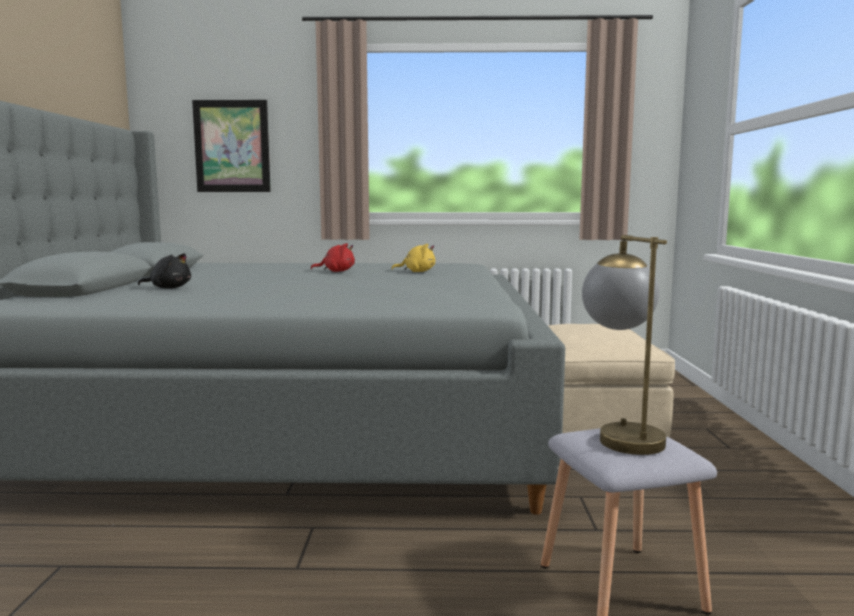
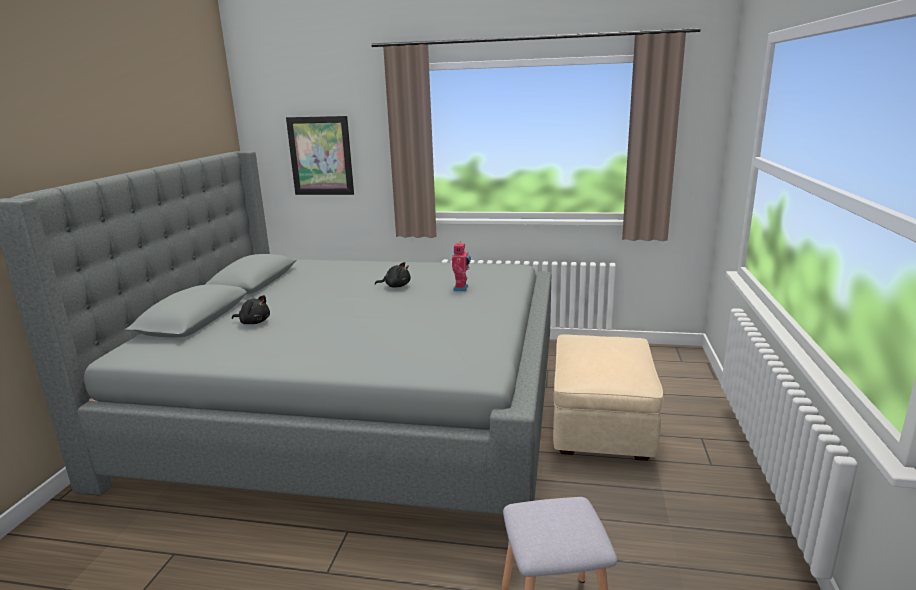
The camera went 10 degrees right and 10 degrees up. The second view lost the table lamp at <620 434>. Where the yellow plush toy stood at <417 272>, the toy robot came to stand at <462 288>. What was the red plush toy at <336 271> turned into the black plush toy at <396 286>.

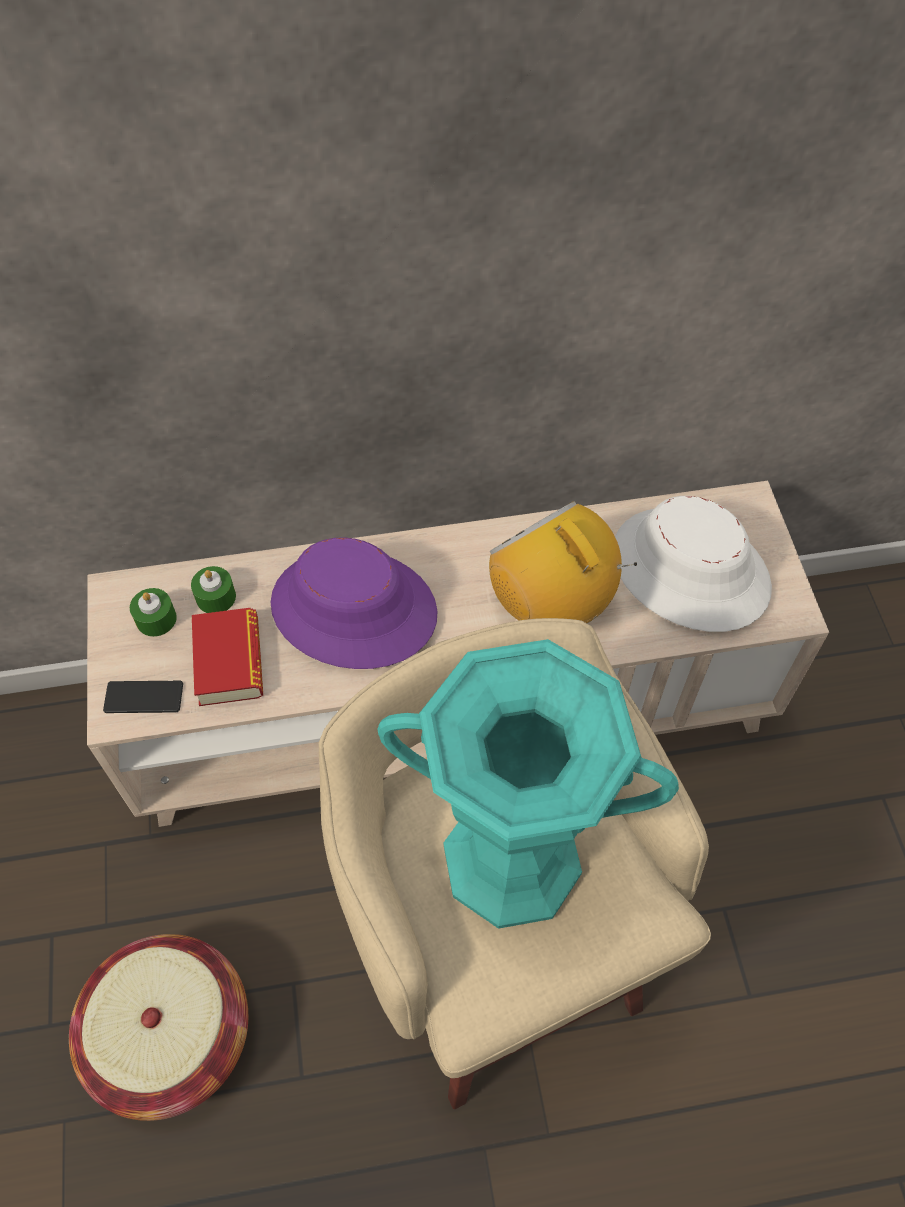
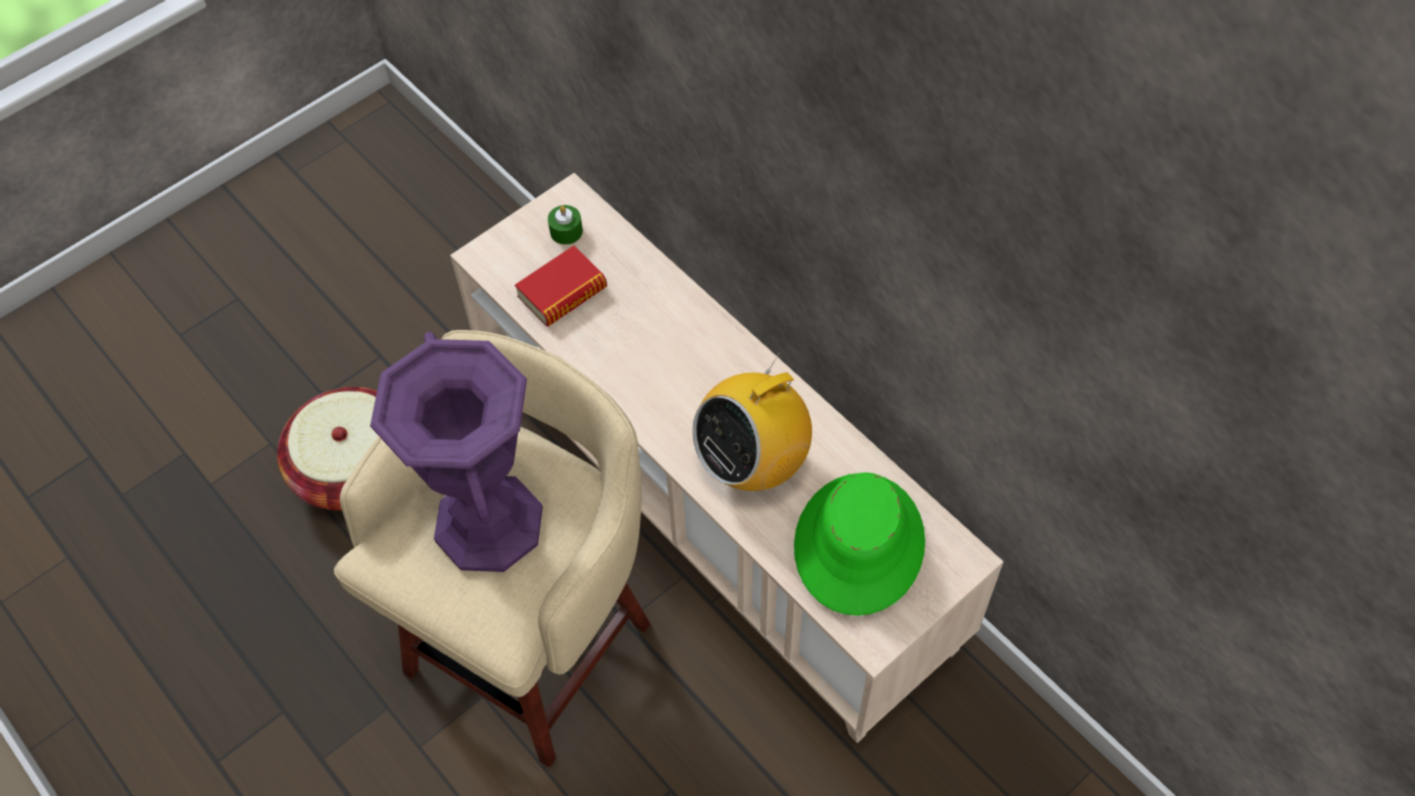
The camera went 60 degrees right and 0 degrees up. The second view lost the phone at <144 697>. The second view lost the green candle at <216 597>. The second view lost the purple hat at <353 610>. What was the turquoise vase at <512 859> turned into the purple vase at <489 524>. What was the white hat at <689 570> turned into the green hat at <858 544>. The radio at <550 604> ended up facing another way, 150 degrees counterclockwise from before.

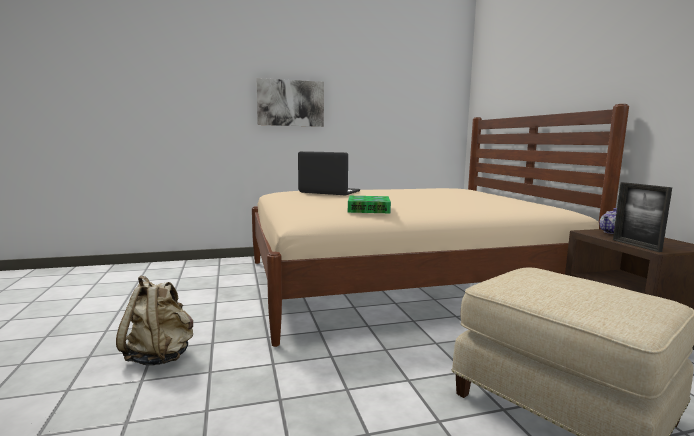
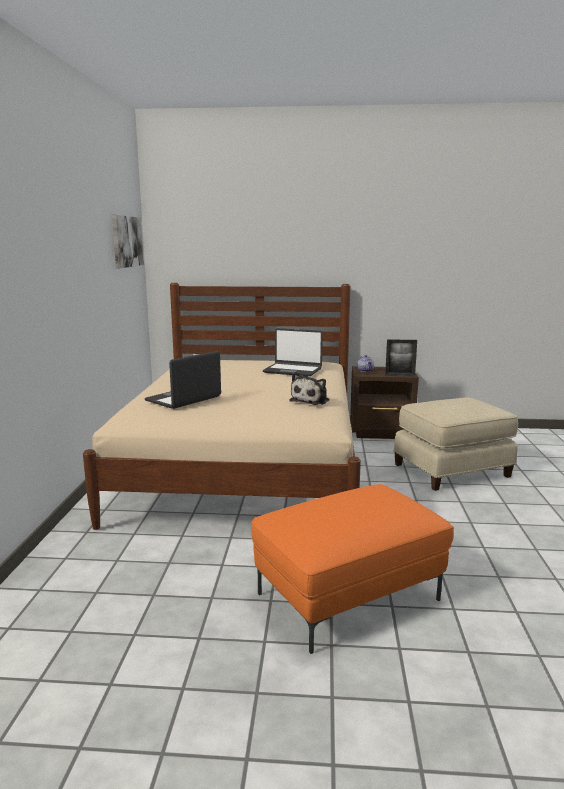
The camera went 70 degrees left and 5 degrees up. The second view gained the laptop at <292 370>. The picture ended up elsewhere, having gone from <290 103> to <126 241>. Where the beige backpack stood at <160 356>, the orange ottoman came to stand at <348 598>. Where the book stood at <368 209>, the plush toy came to stand at <311 400>.

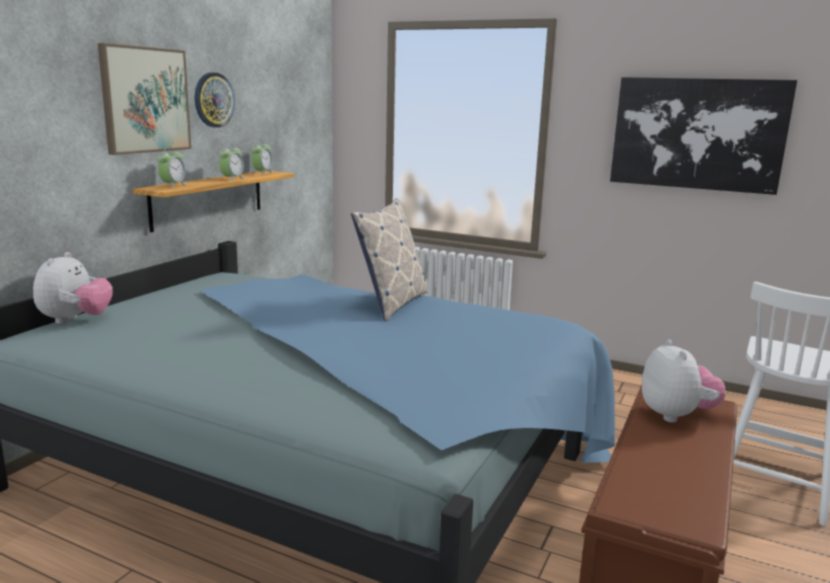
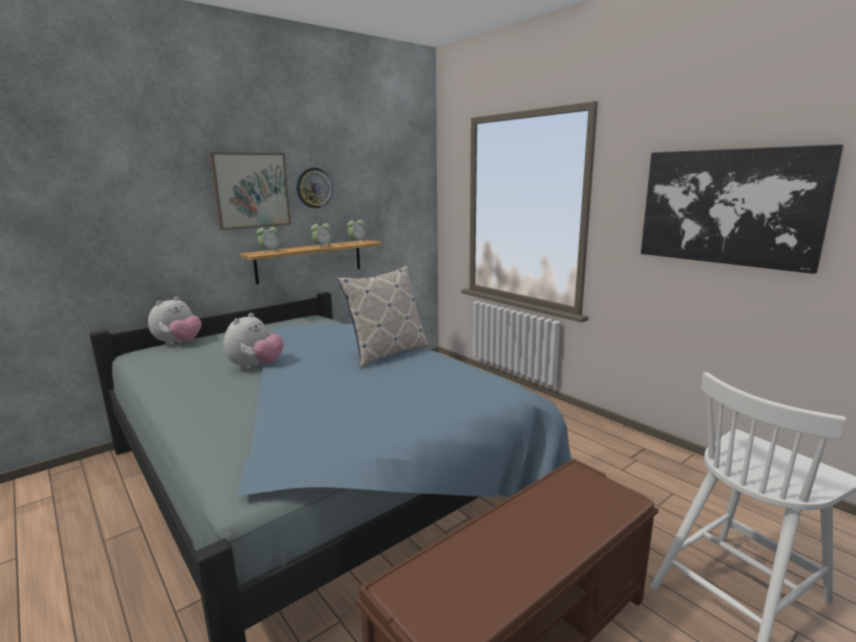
The camera went 25 degrees right and 0 degrees up. The plush toy ended up elsewhere, having gone from <676 415> to <256 367>.

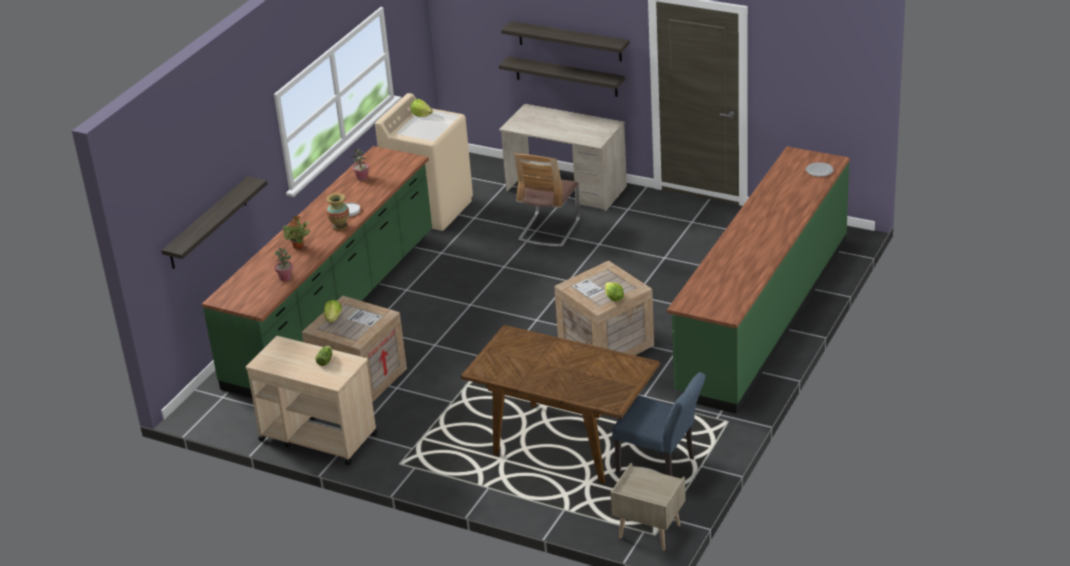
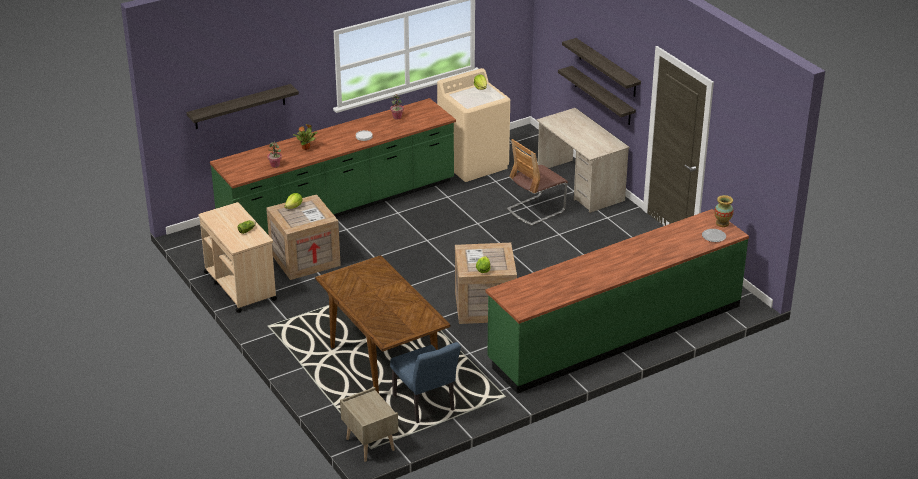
The camera went 30 degrees right and 0 degrees up. The vase ended up elsewhere, having gone from <340 226> to <722 223>.

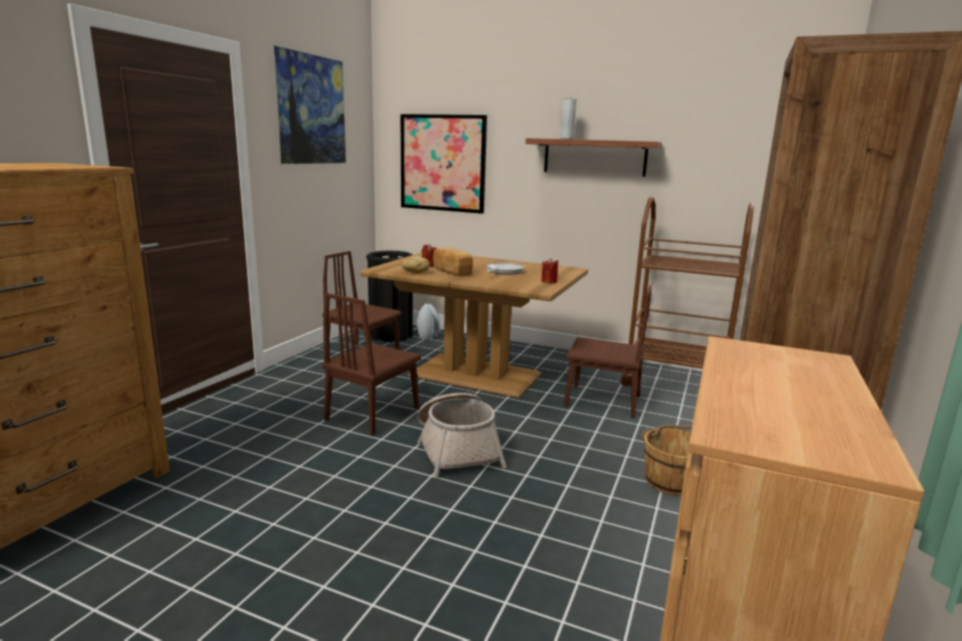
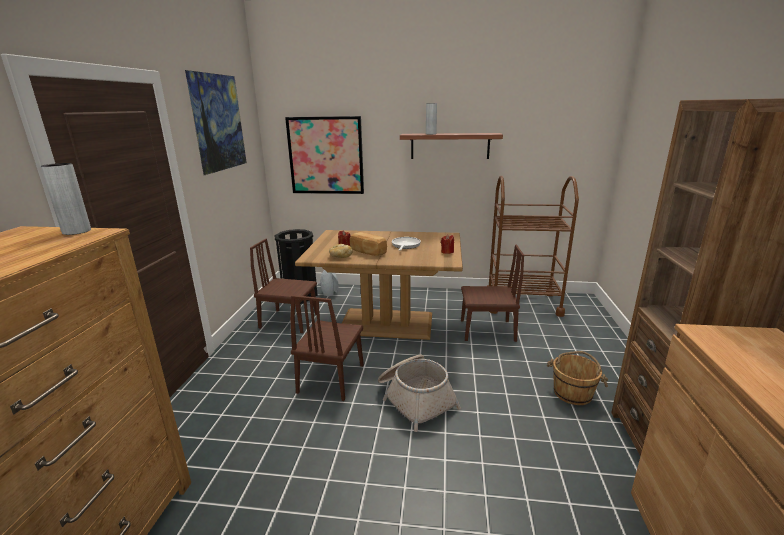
The camera went 15 degrees left and 5 degrees up. The second view gained the grey vase at <76 231>.

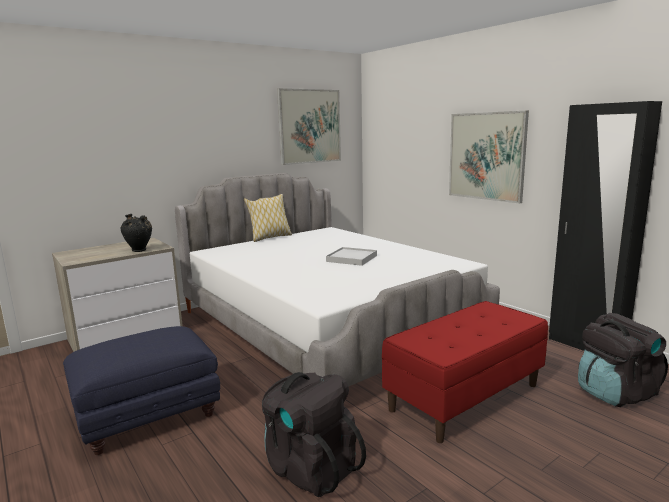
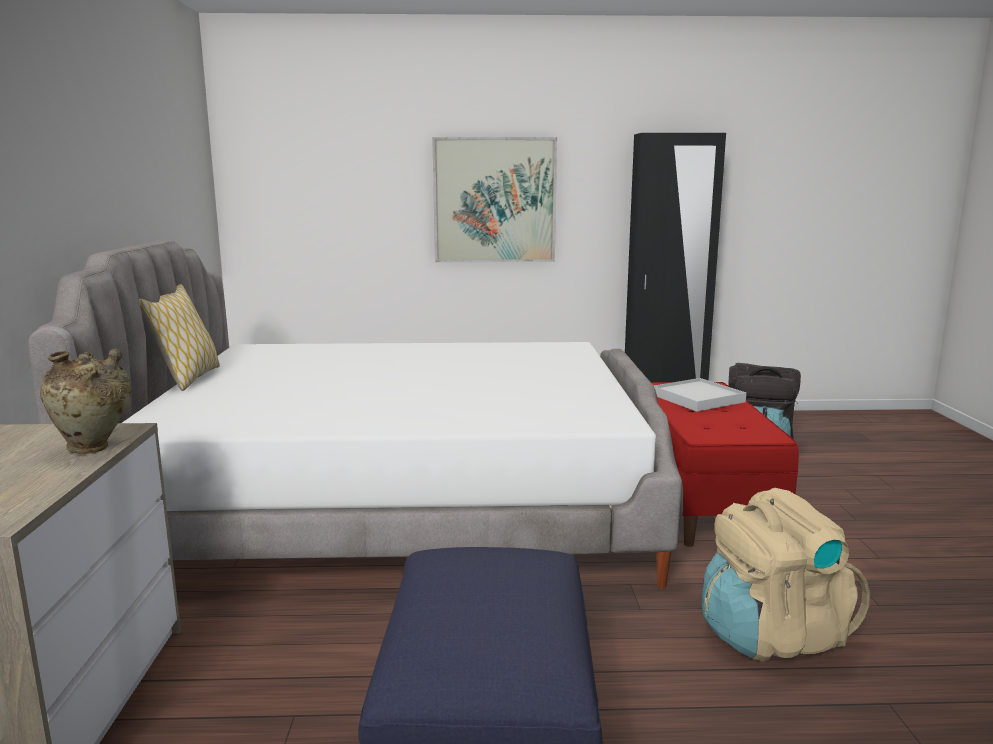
The camera went 55 degrees left and 0 degrees up. The second view lost the picture at <309 126>. The white tray ended up elsewhere, having gone from <351 258> to <698 398>. What was the black vase at <139 251> turned into the beige vase at <94 449>. What was the black backpack at <310 467> turned into the beige backpack at <772 635>.

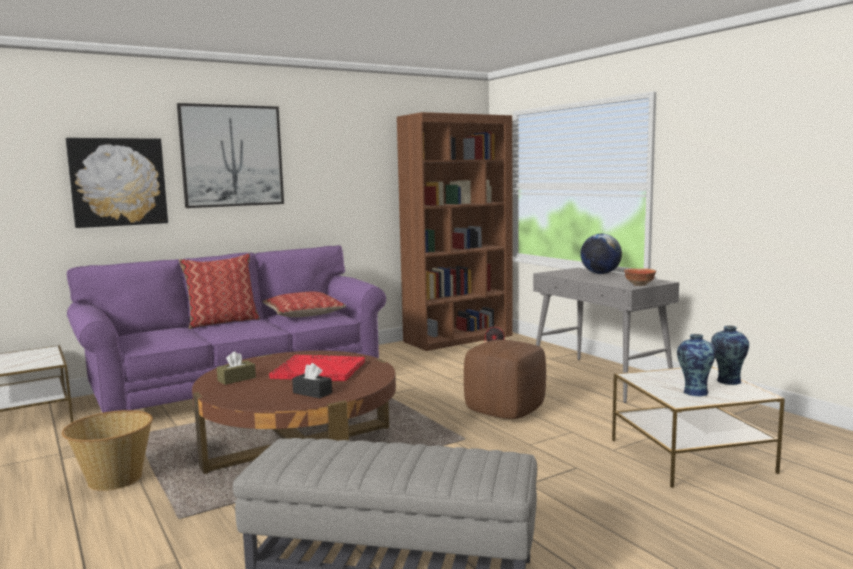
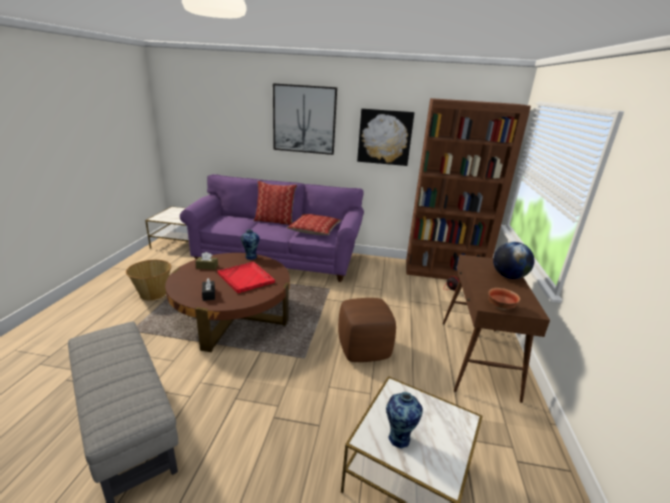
The camera went 40 degrees right and 15 degrees up. The picture ended up elsewhere, having gone from <118 182> to <384 137>. The vase ended up elsewhere, having gone from <727 381> to <250 257>. What was the grey console table at <600 379> turned into the brown console table at <477 358>.

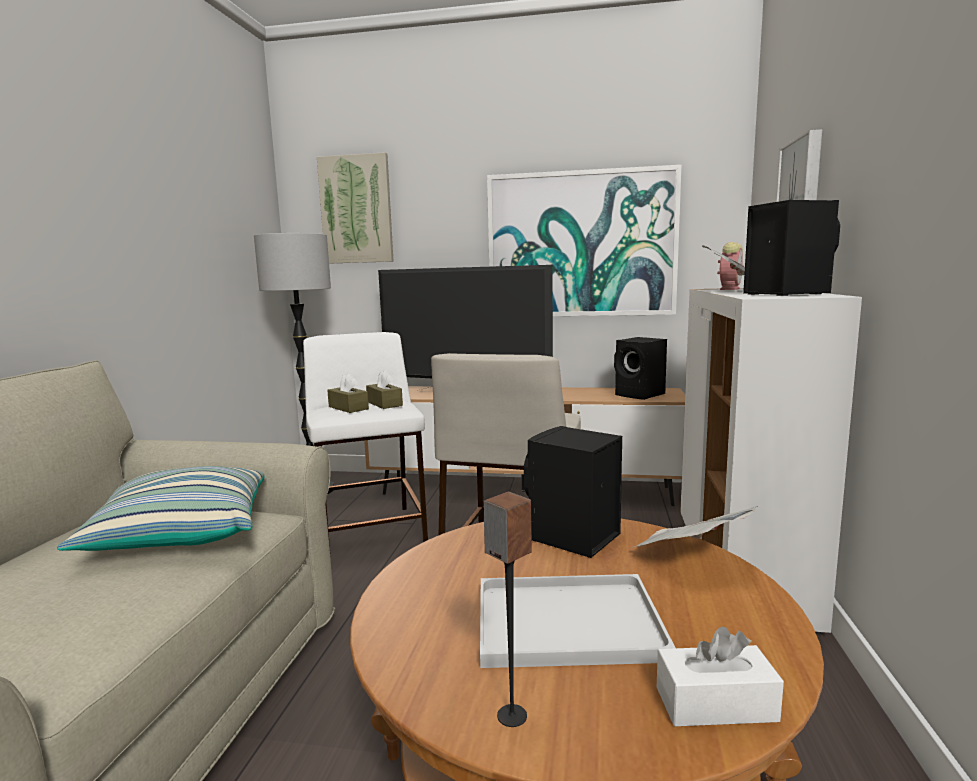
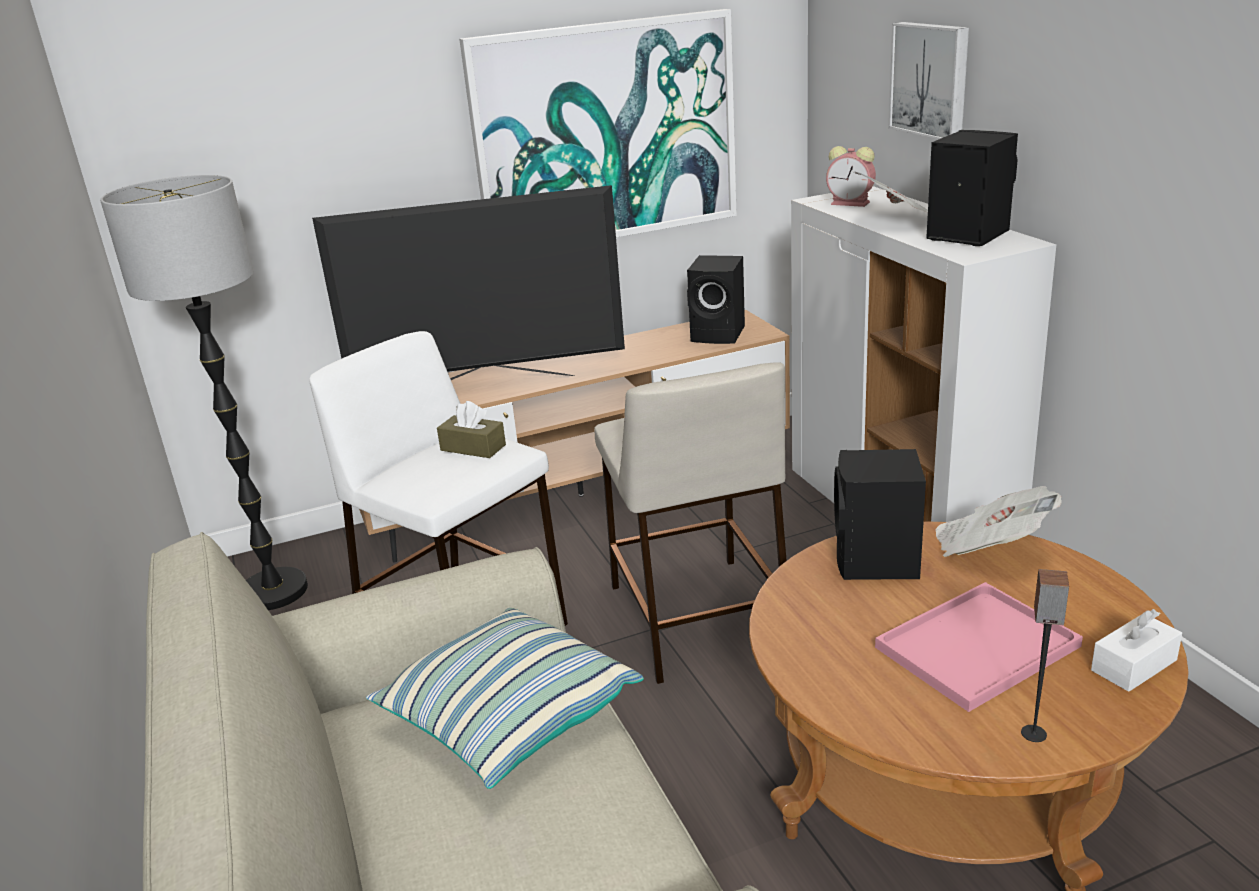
The camera went 30 degrees left and 15 degrees up. The second view lost the picture at <356 210>. The second view lost the brown tissue box at <348 408>. What was the white tray at <571 620> turned into the pink tray at <978 644>. The alarm clock at <729 289> ended up facing another way, 120 degrees clockwise from before.

